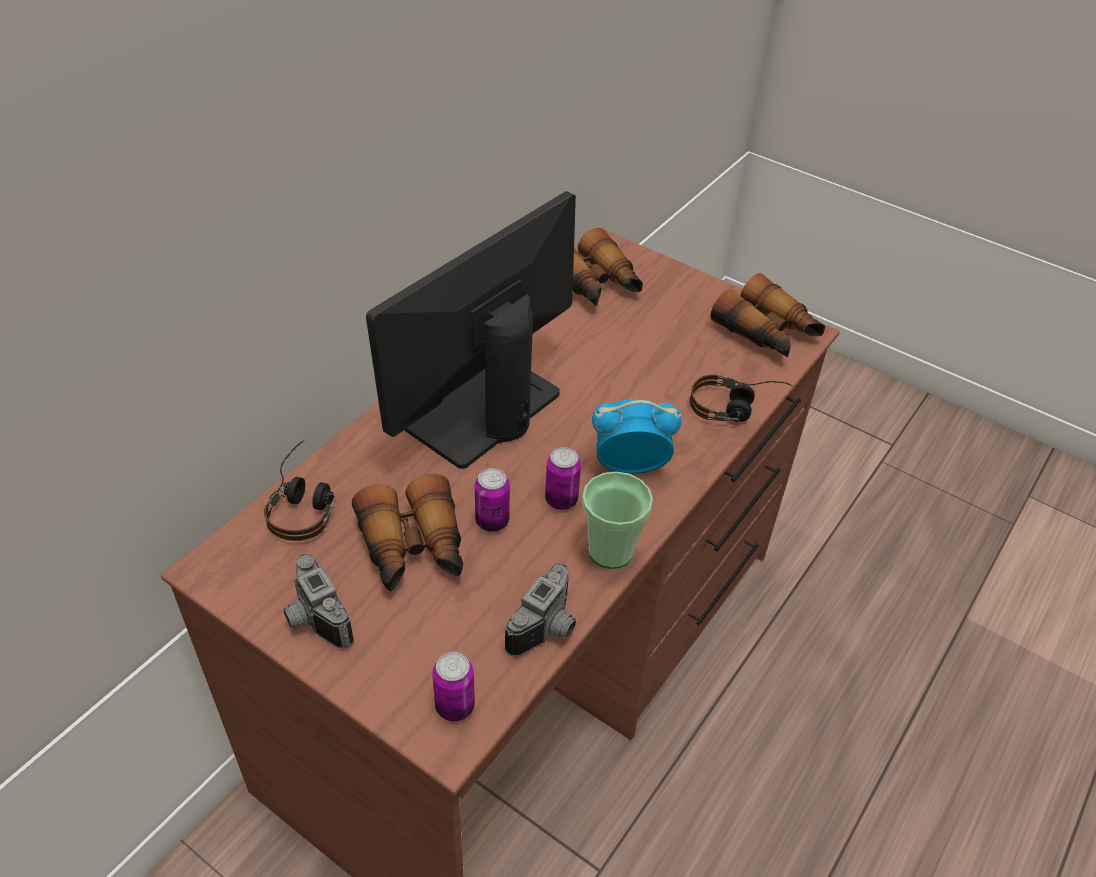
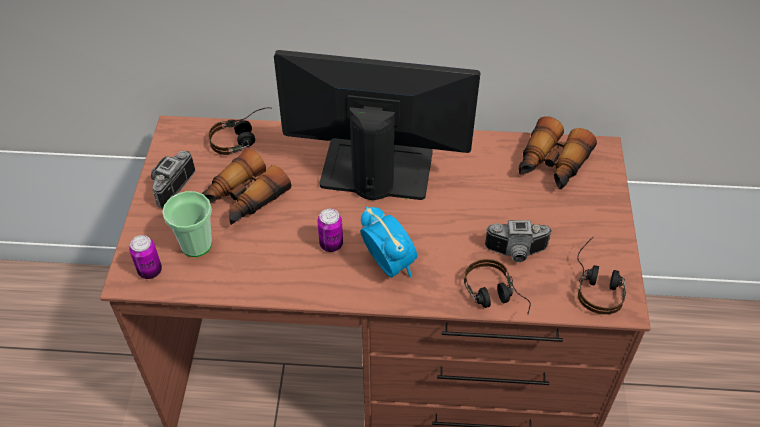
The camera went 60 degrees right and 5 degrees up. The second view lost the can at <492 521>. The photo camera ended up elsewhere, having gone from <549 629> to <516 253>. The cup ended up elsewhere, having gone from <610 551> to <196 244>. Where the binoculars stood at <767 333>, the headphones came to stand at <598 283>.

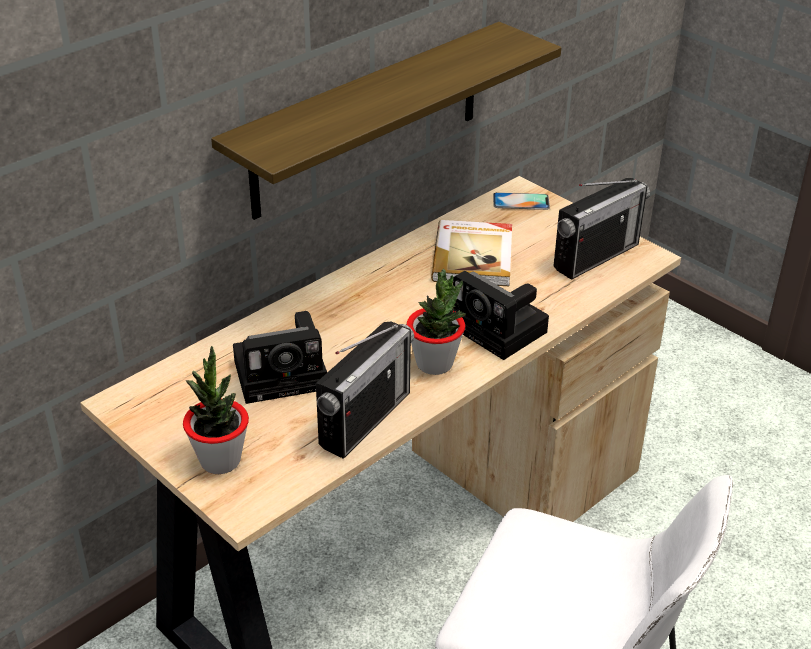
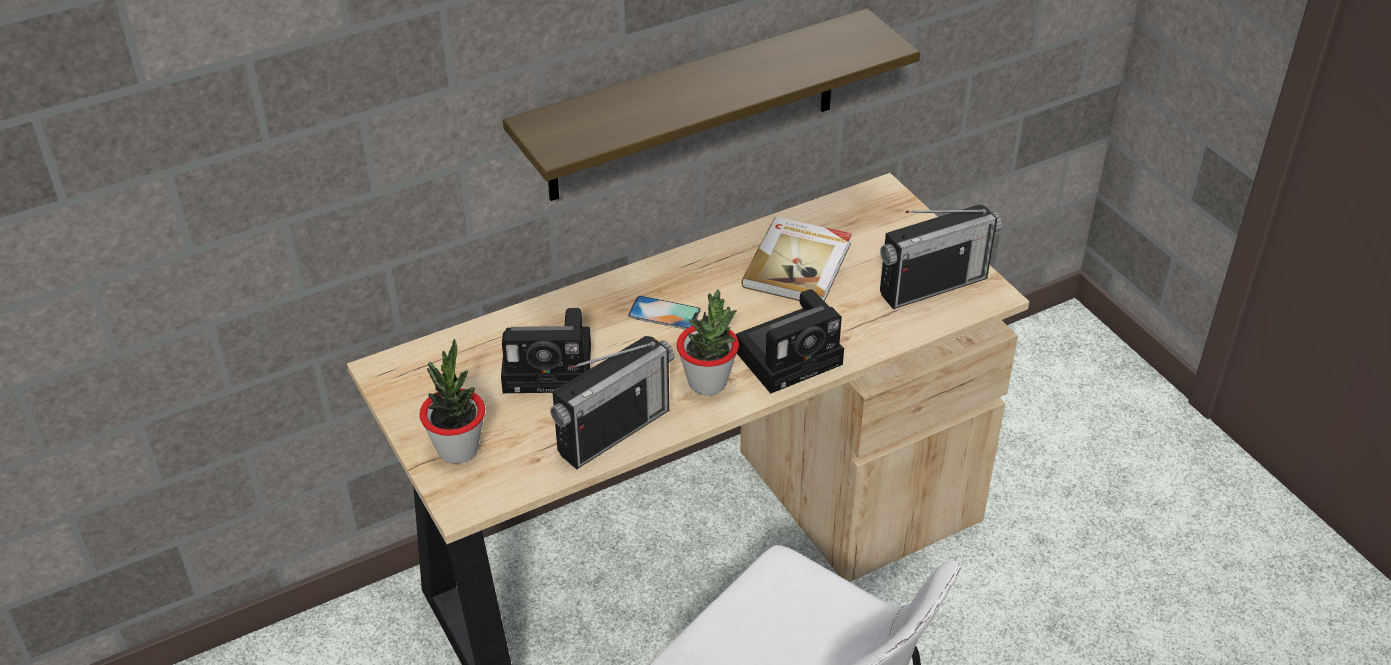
The camera went 15 degrees right and 5 degrees up. The phone ended up elsewhere, having gone from <521 201> to <664 313>. The photo camera at <500 330> ended up facing another way, 90 degrees counterclockwise from before.

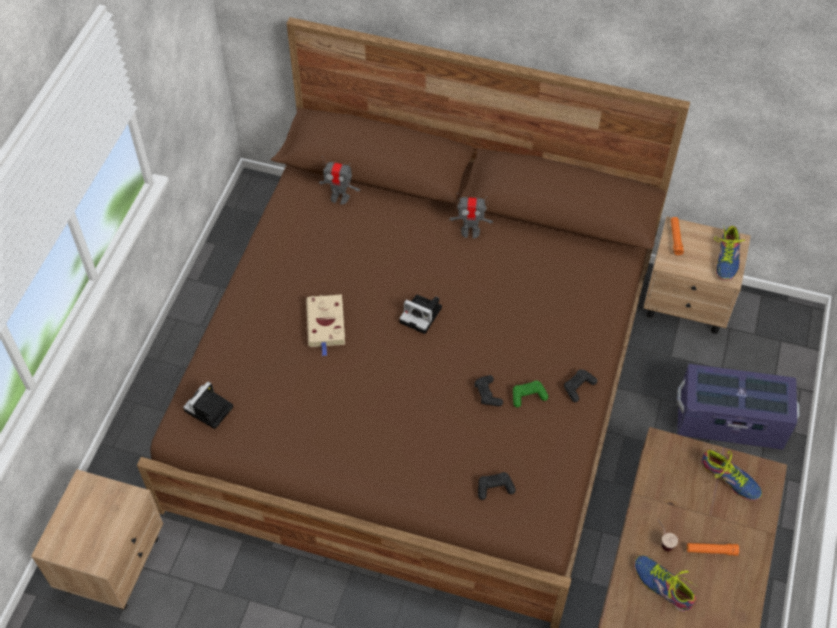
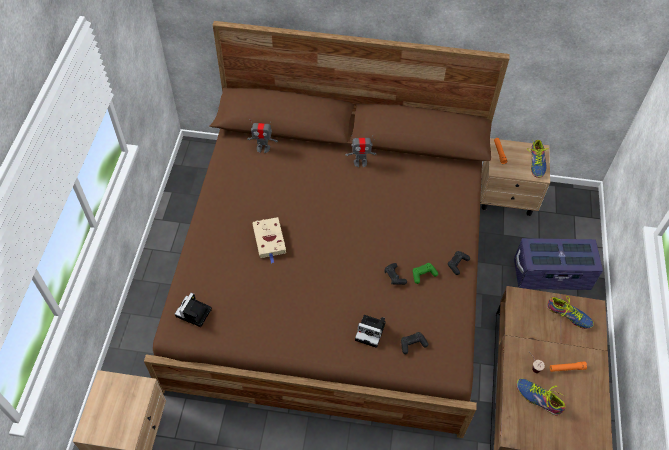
The camera went 10 degrees left and 0 degrees up. The photo camera ended up elsewhere, having gone from <422 315> to <371 331>.

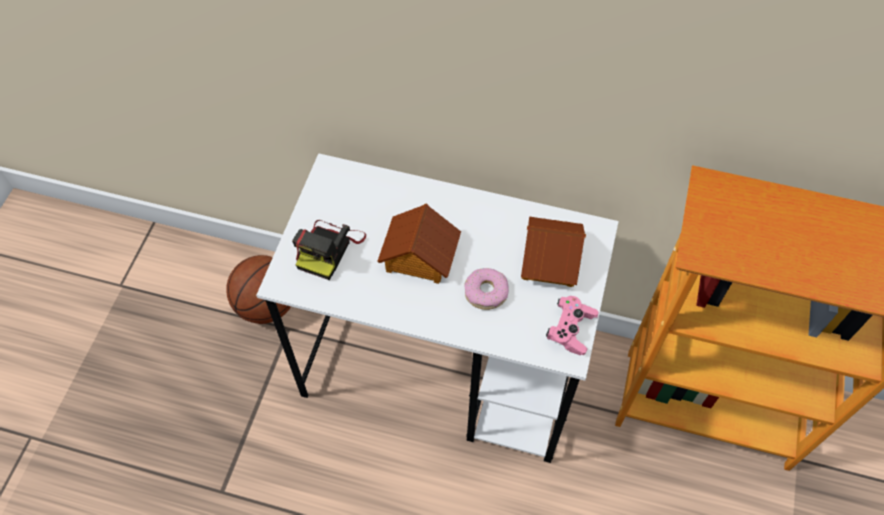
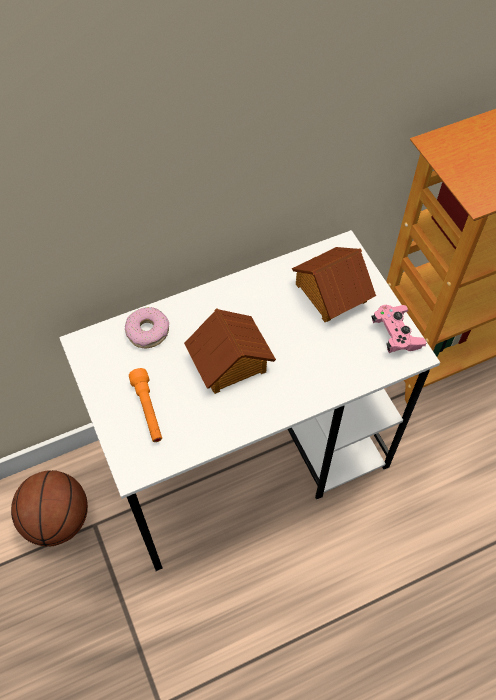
The camera went 40 degrees left and 0 degrees up. The donut ended up elsewhere, having gone from <486 292> to <148 331>. Where the photo camera stood at <329 249>, the orange flashlight came to stand at <148 410>.

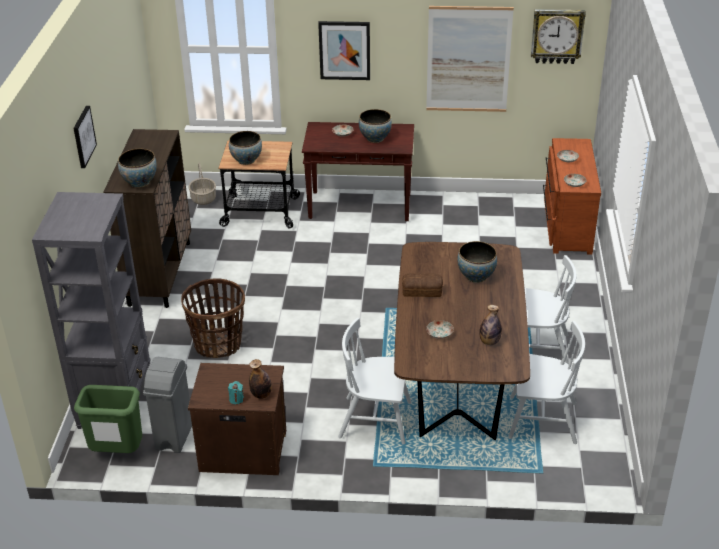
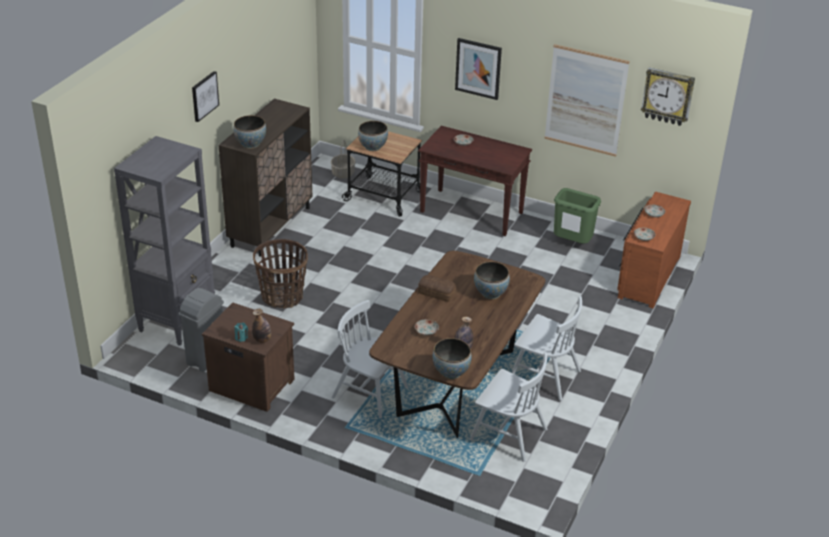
The camera went 20 degrees right and 0 degrees up. The green trash can ended up elsewhere, having gone from <117 453> to <571 244>. The bowl ended up elsewhere, having gone from <375 138> to <451 372>.

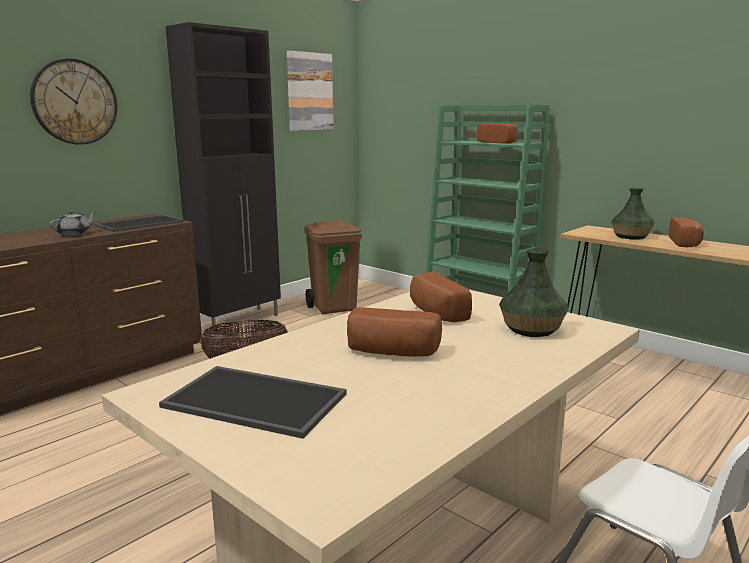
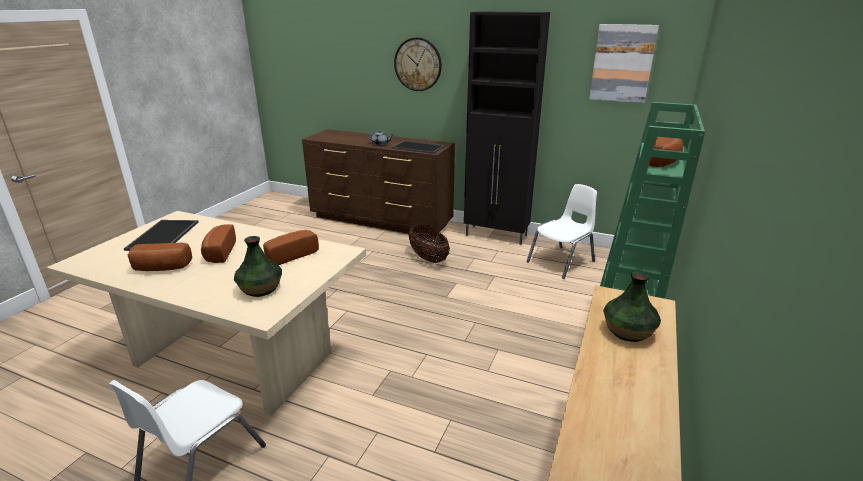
The camera went 70 degrees right and 10 degrees up. The bread ended up elsewhere, having gone from <686 243> to <161 268>. Where the brown trash can stood at <334 308>, the white chair came to stand at <561 262>.

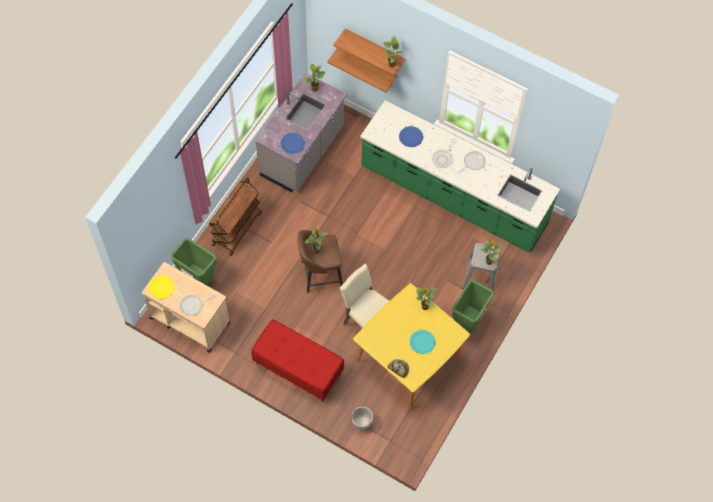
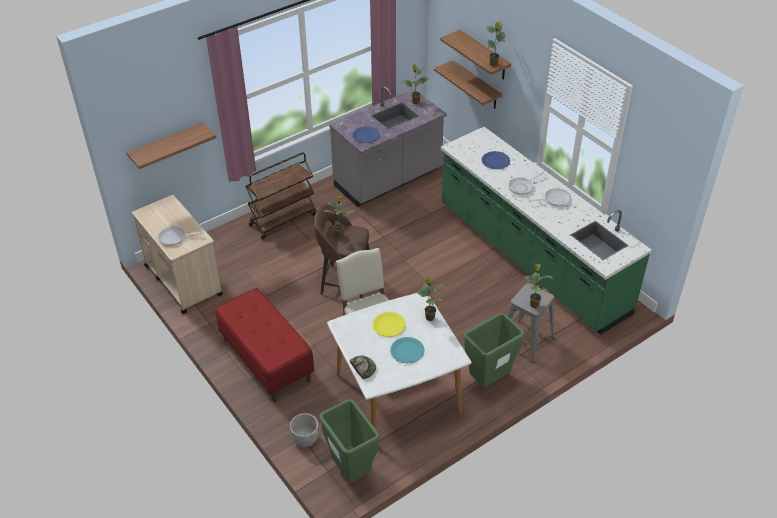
The camera went 25 degrees right and 20 degrees down. The second view gained the shelf at <167 146>. The yellow plate ended up elsewhere, having gone from <161 287> to <389 325>. The green trash can ended up elsewhere, having gone from <198 279> to <351 470>. What was the yellow dining table at <408 360> turned into the white dining table at <397 394>.

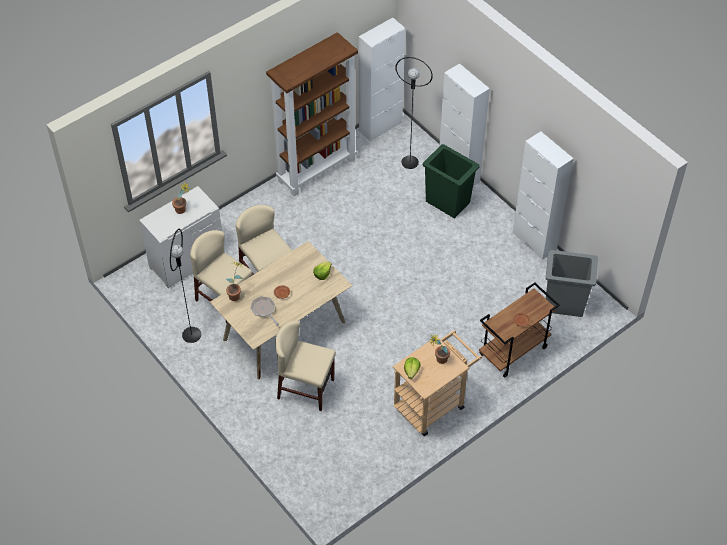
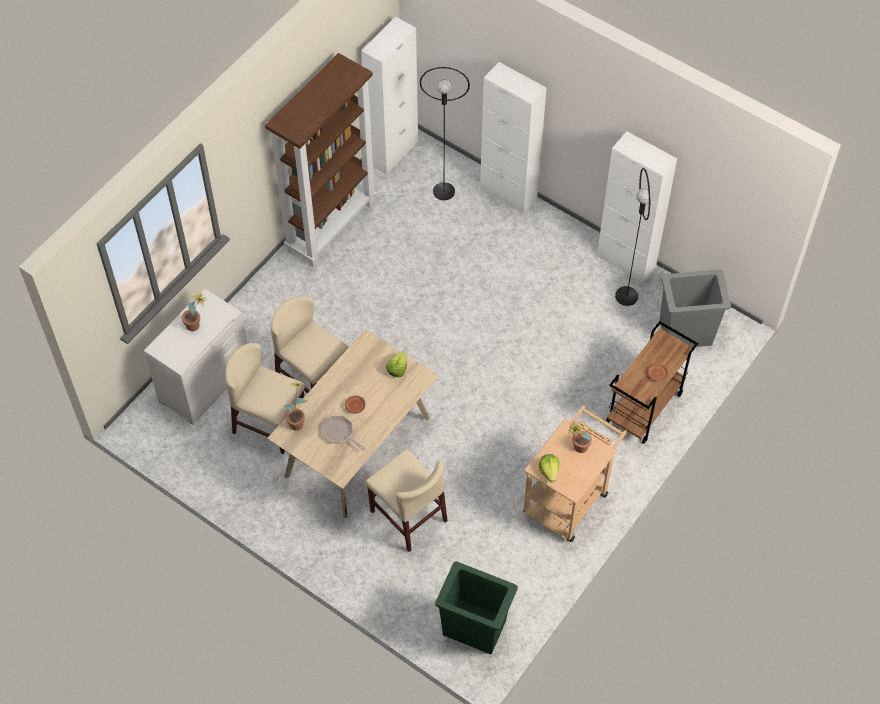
The camera went 15 degrees left and 5 degrees up. The black floor lamp ended up elsewhere, having gone from <191 335> to <626 296>. The green trash can ended up elsewhere, having gone from <448 202> to <475 629>. The beige chair at <306 389> ended up facing another way, 135 degrees counterclockwise from before.

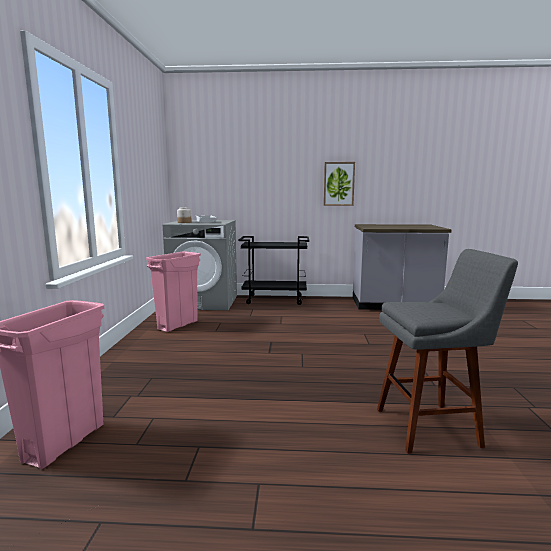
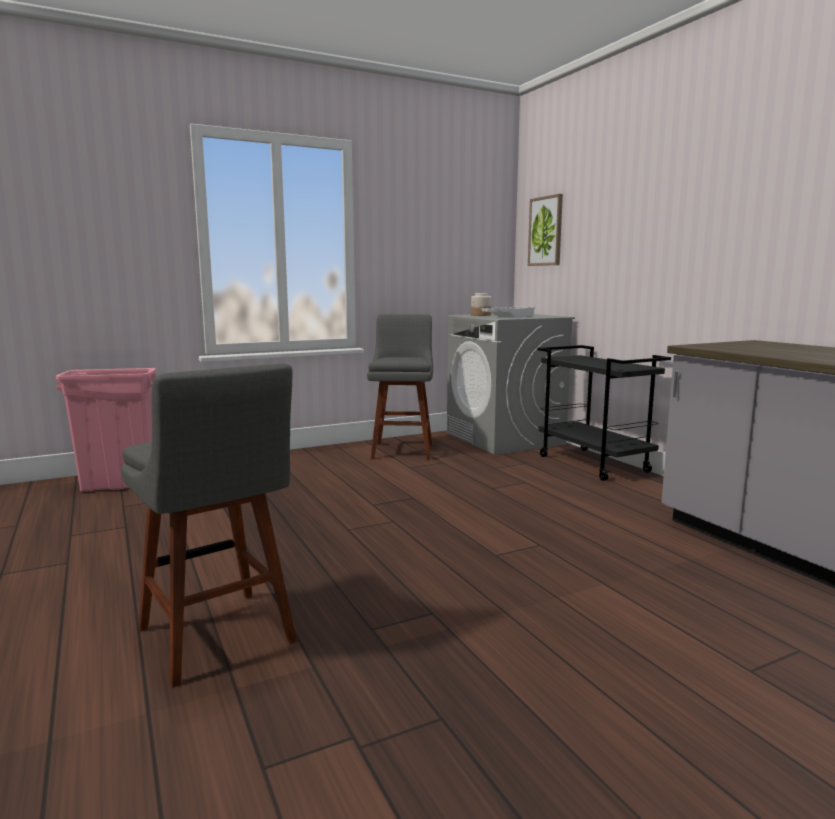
The camera went 60 degrees right and 0 degrees up. The picture ended up elsewhere, having gone from <338 184> to <546 231>. Where the pink trash can stood at <178 325>, the grey stool came to stand at <403 450>.

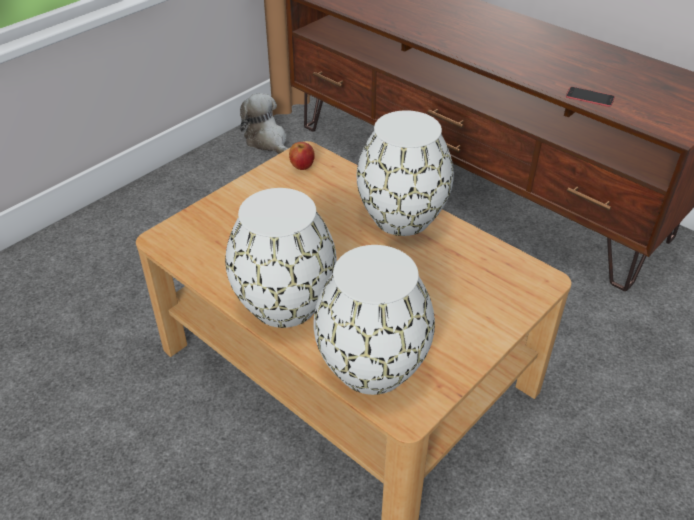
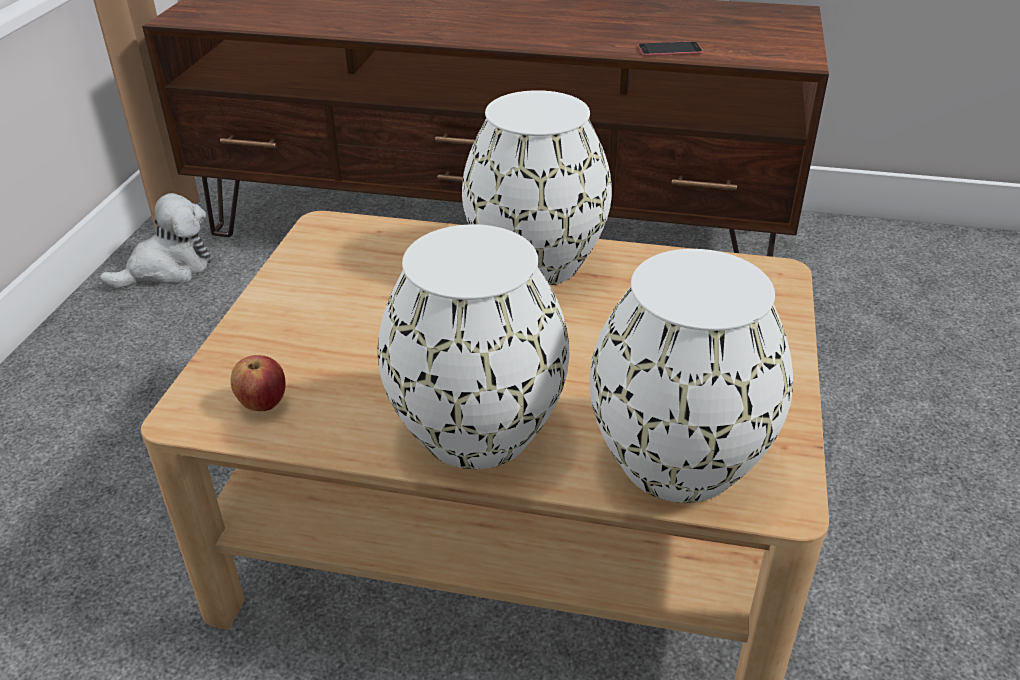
The camera went 30 degrees left and 5 degrees down. The apple ended up elsewhere, having gone from <302 166> to <263 403>. The plush toy at <267 141> ended up facing another way, 120 degrees clockwise from before.

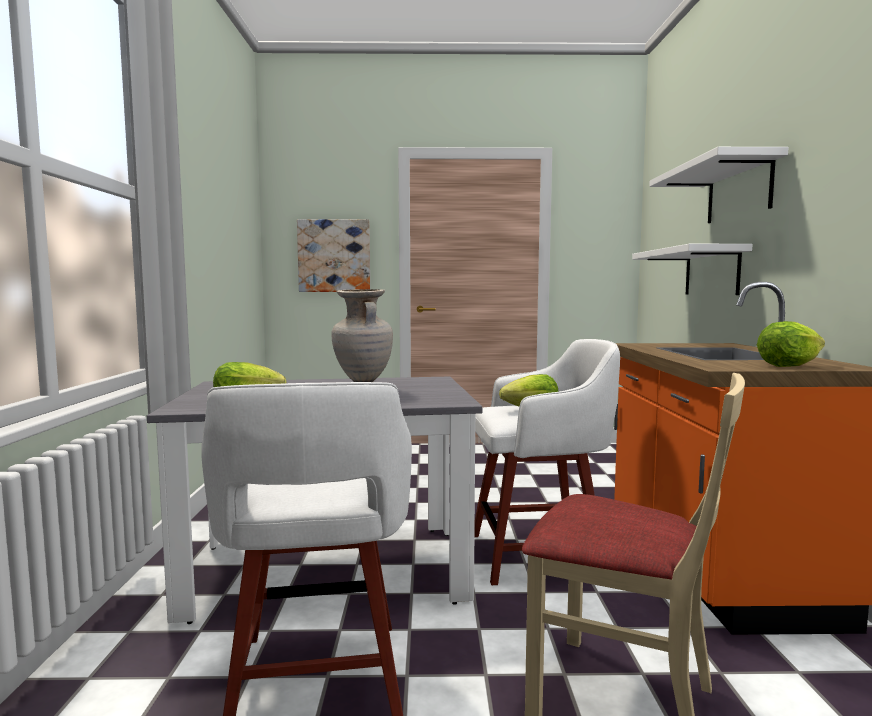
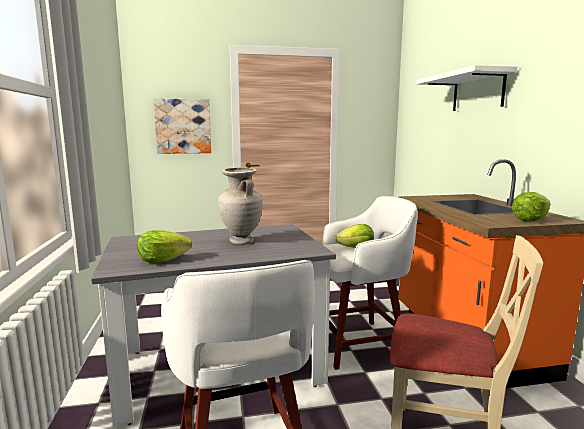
The camera went 10 degrees left and 5 degrees up. The second view lost the white shelf at <711 272>.

